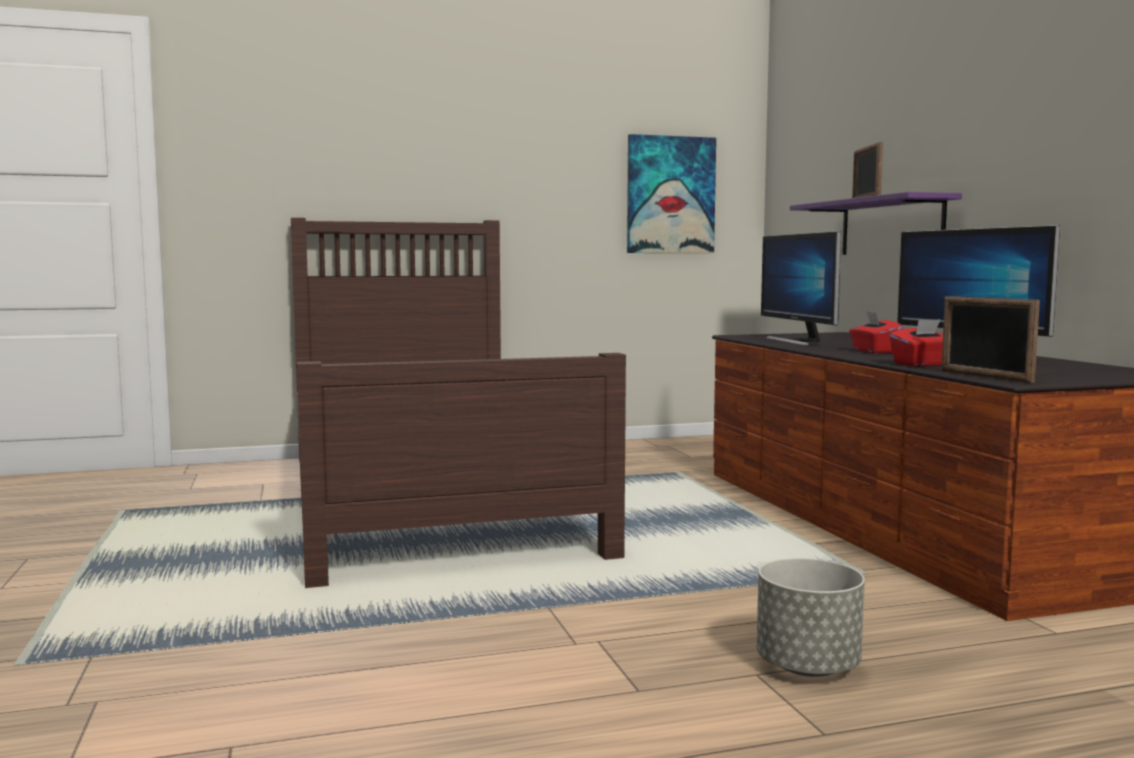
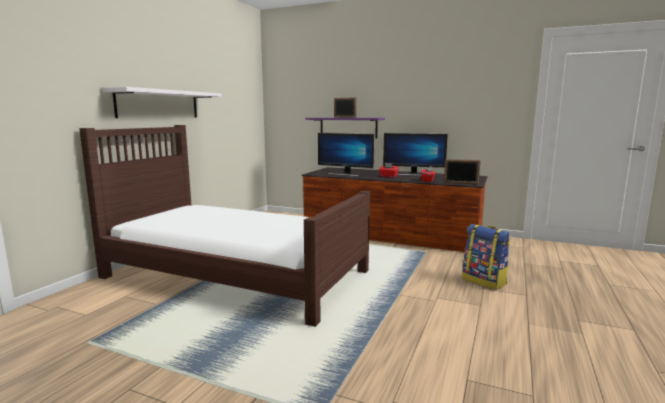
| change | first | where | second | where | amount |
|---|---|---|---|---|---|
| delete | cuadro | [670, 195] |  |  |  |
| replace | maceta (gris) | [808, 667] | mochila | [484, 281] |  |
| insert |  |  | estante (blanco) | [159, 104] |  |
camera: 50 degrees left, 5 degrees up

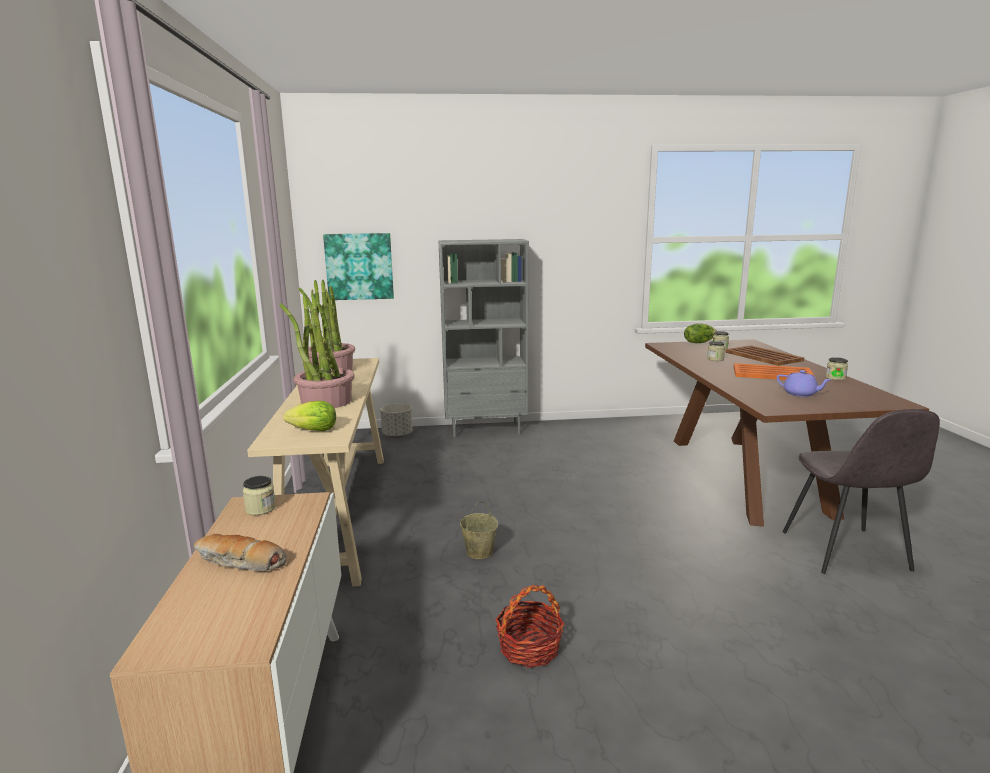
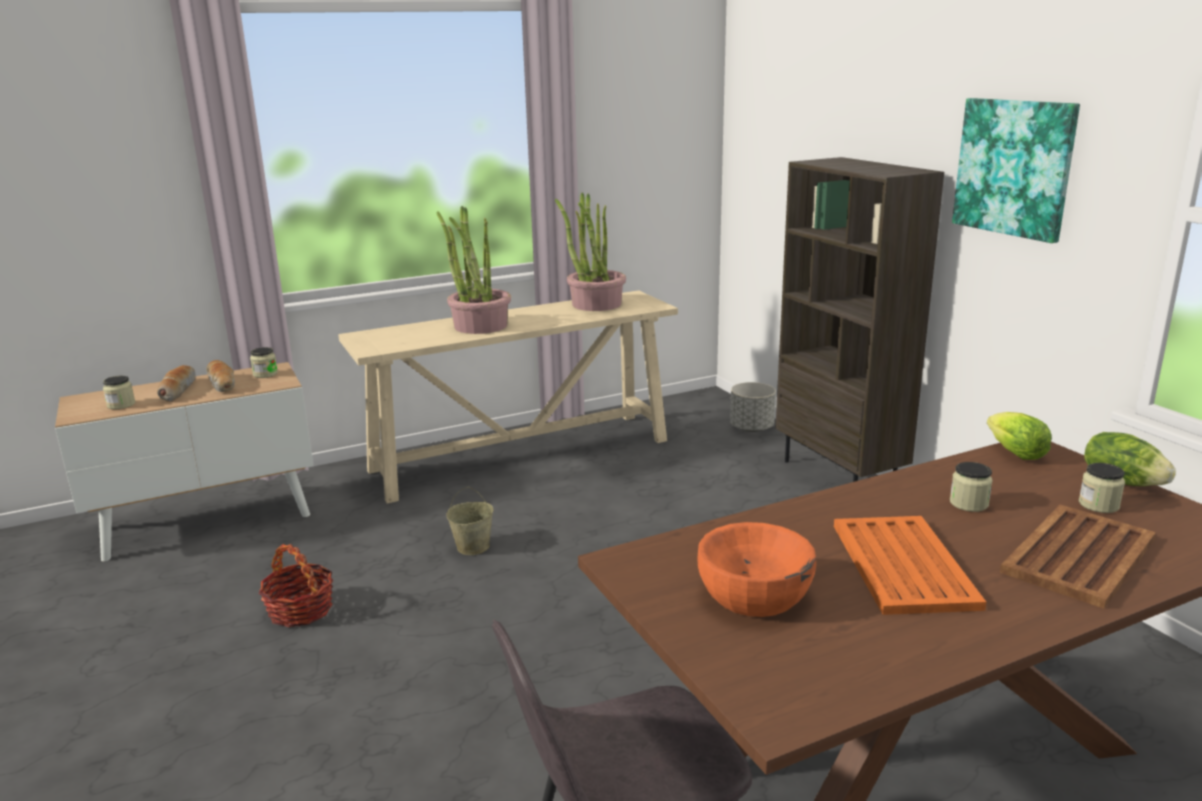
| change | first | where | second | where | amount |
|---|---|---|---|---|---|
| move | lechuga | [314, 431] |  | [1015, 454] |  |
| move | cuadro | [359, 266] |  | [1014, 167] |  |
| recolor | estantería (gris) | [486, 429] | estantería (marrón) | [840, 476] |  |
| replace | tetera (morado) | [800, 394] | cuenco (naranja) | [754, 593] |  |
| move | tarro | [835, 378] |  | [121, 405] |  |
| insert |  |  | pan | [223, 384] |  |
camera: 70 degrees right, 5 degrees up

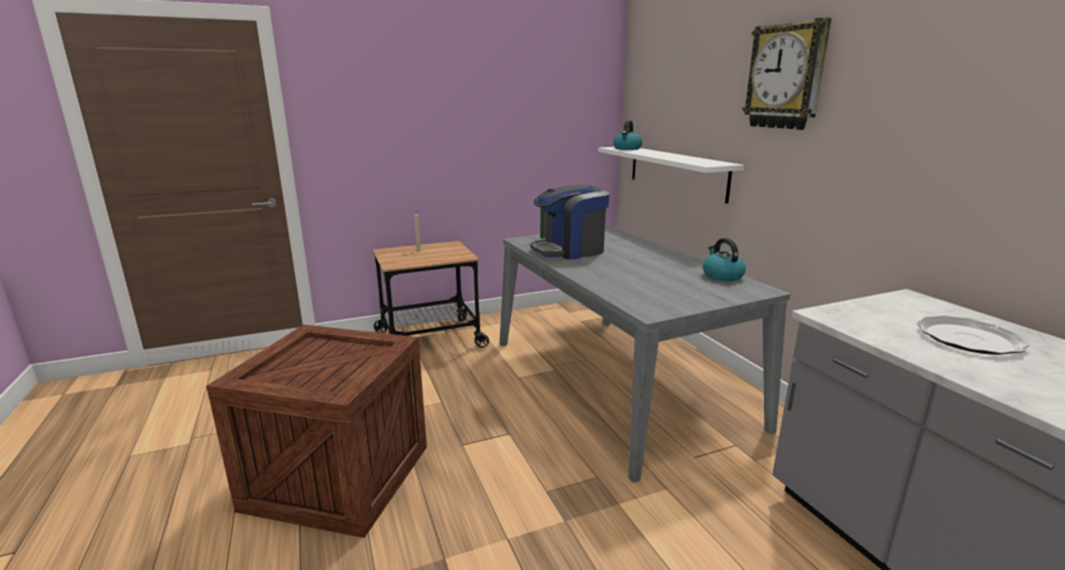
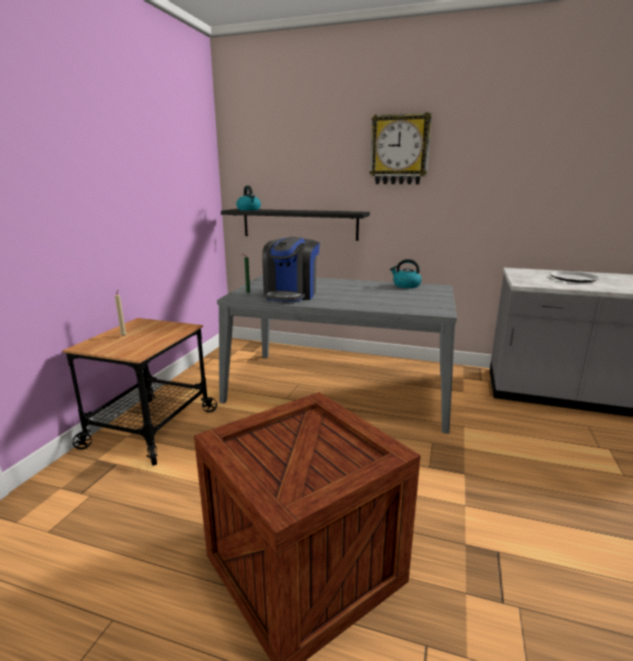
| change | first | where | second | where | amount |
|---|---|---|---|---|---|
| recolor | estante (blanco) | [676, 172] | estante (negro) | [299, 224] |  |
camera: 50 degrees left, 0 degrees up

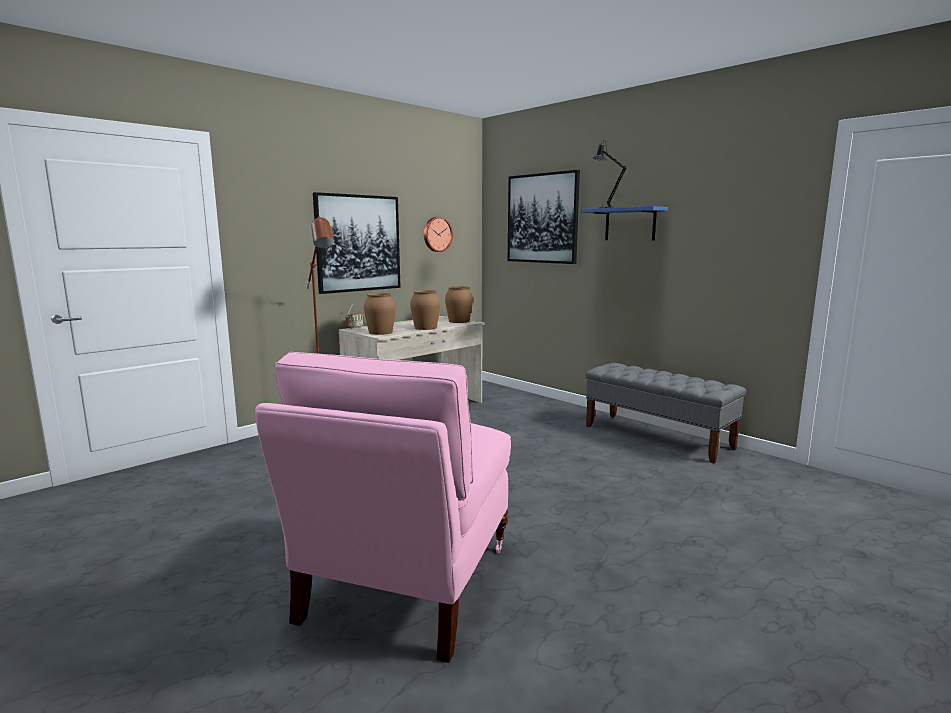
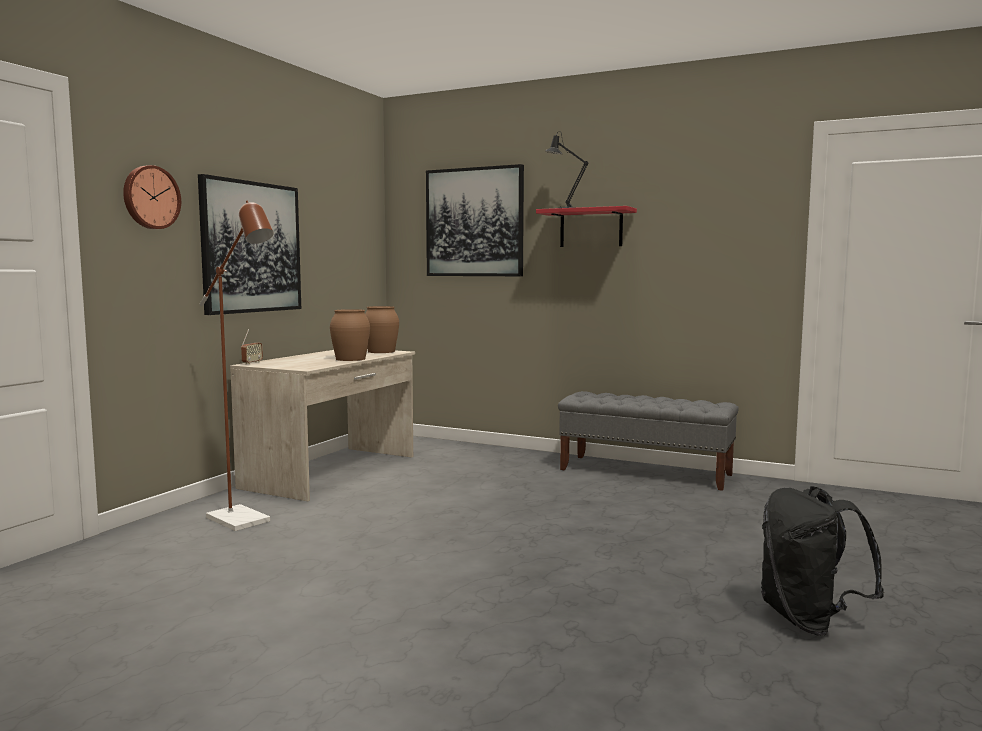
| change | first | where | second | where | amount |
|---|---|---|---|---|---|
| delete | silla (rosa) | [406, 584] |  |  |  |
| delete | florero (marrón) | [381, 332] |  |  |  |
| move | reloj de pared | [437, 234] |  | [150, 197] |  |
| recolor | estante (azul) | [630, 224] | estante (rojo) | [591, 228] |  |
| insert |  |  | mochila (negro) | [809, 621] |  |
camera: 20 degrees left, 5 degrees down

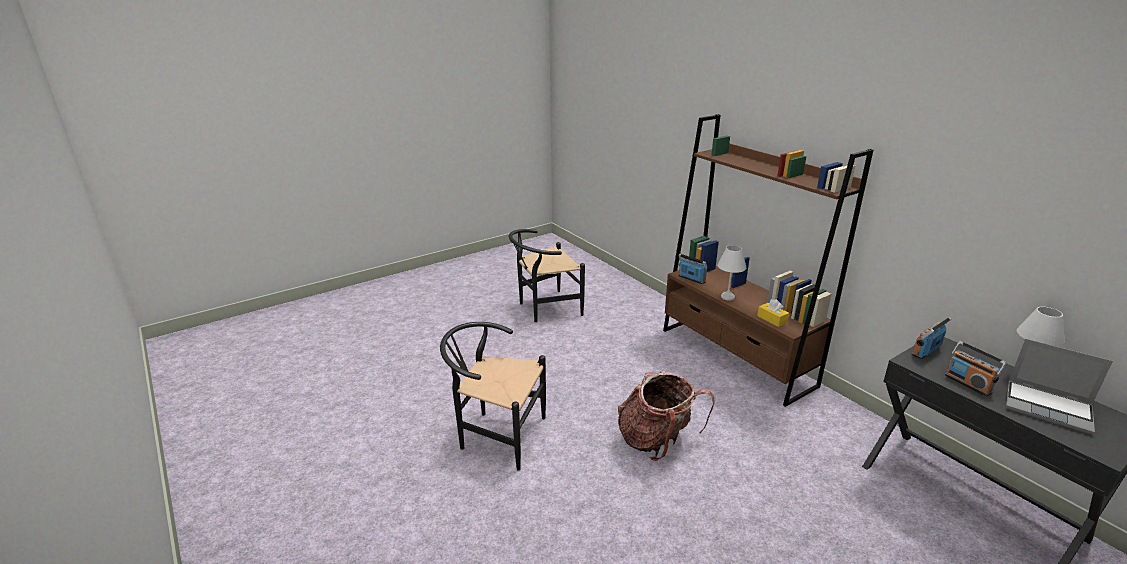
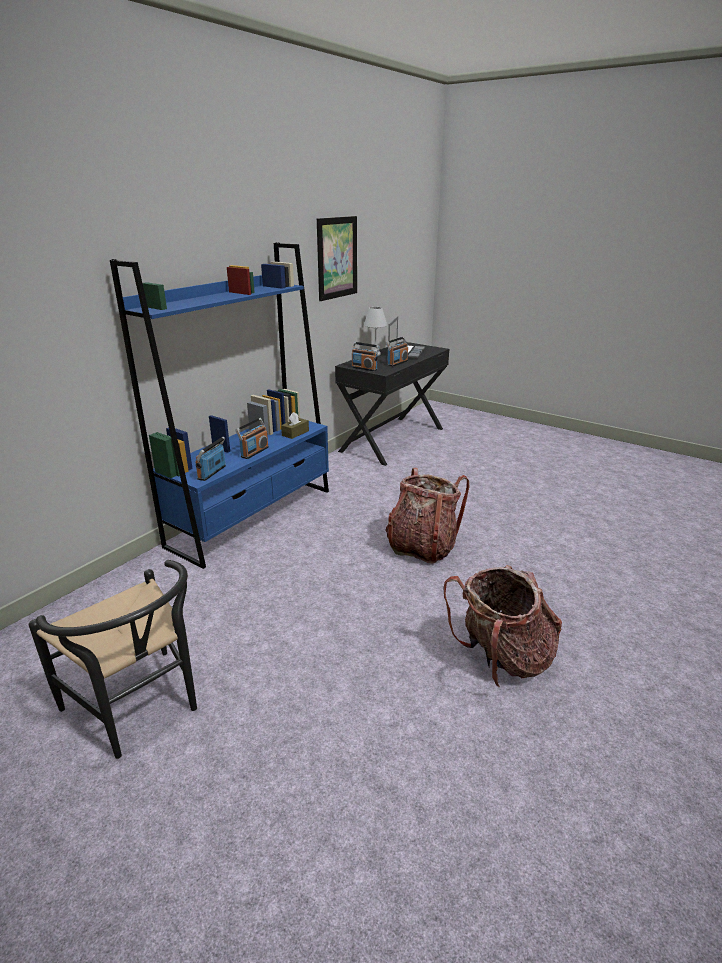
| change | first | where | second | where | amount |
|---|---|---|---|---|---|
| replace | silla (negro) | [495, 435] | mochila | [501, 659] |  |
| recolor | estantería (marrón) | [736, 357] | estantería (azul) | [253, 517] |  |
| replace | lámpara de mesa (blanco) | [728, 297] | radio | [254, 452] |  |
| recolor | caja de pañuelos (amarillo) | [772, 319] | caja de pañuelos (marrón) | [295, 433] |  |
| insert |  |  | cuadro | [337, 258] |  |
camera: 110 degrees left, 0 degrees up

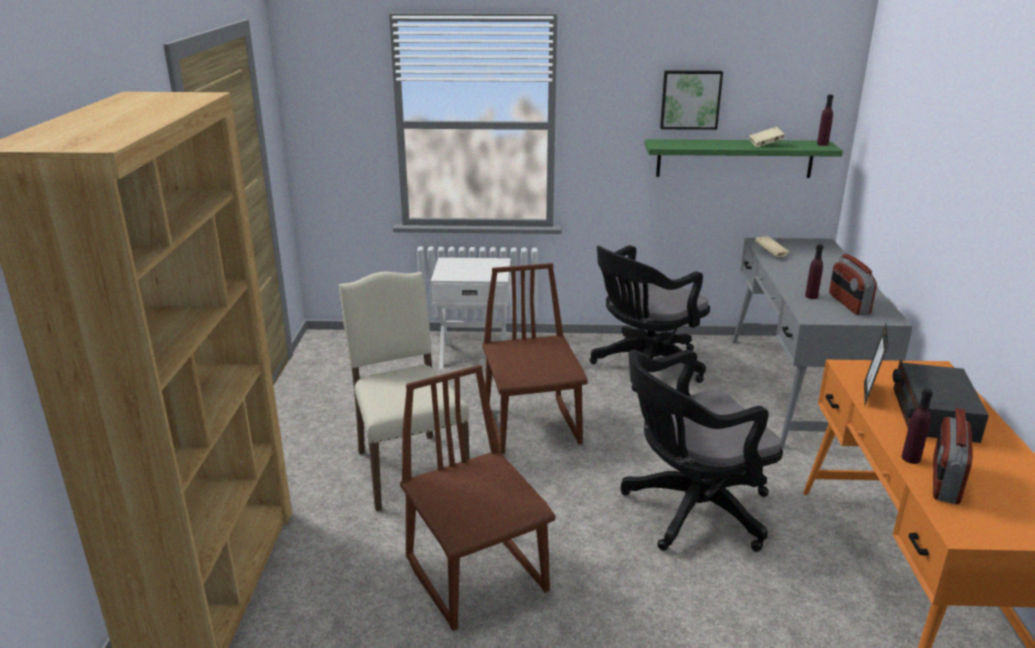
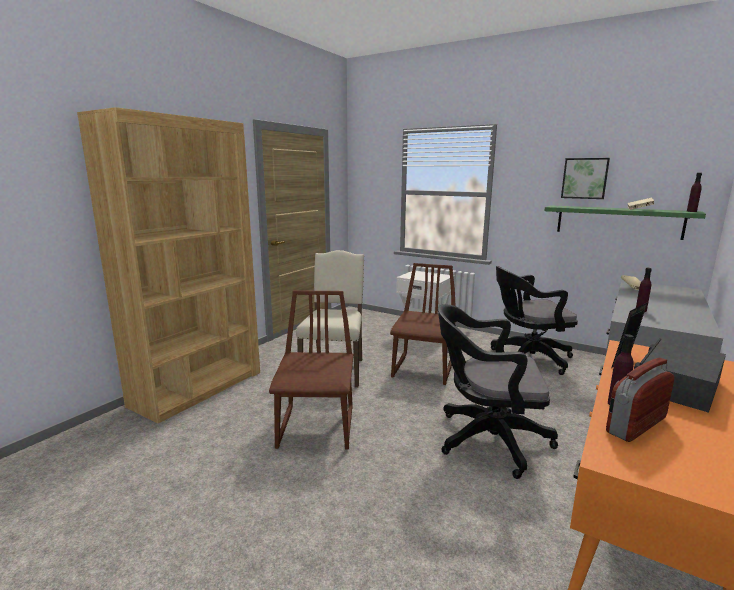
| change | first | where | second | where | amount |
|---|---|---|---|---|---|
| delete | radio | [848, 304] |  |  |  |
camera: 30 degrees right, 10 degrees down

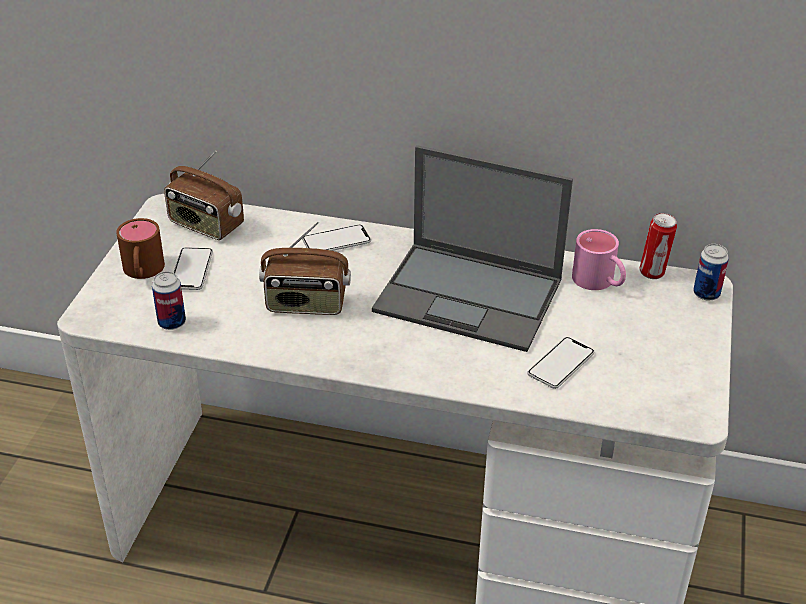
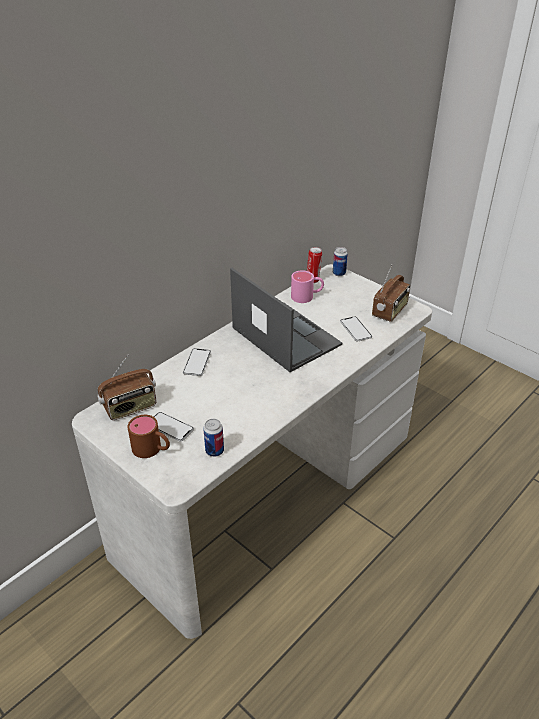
| change | first | where | second | where | amount |
|---|---|---|---|---|---|
| move | radio | [306, 304] |  | [390, 311] |  |
| rotate | portátil | [470, 296] |  | [284, 336] | 90 degrees counterclockwise |
camera: 60 degrees left, 0 degrees up

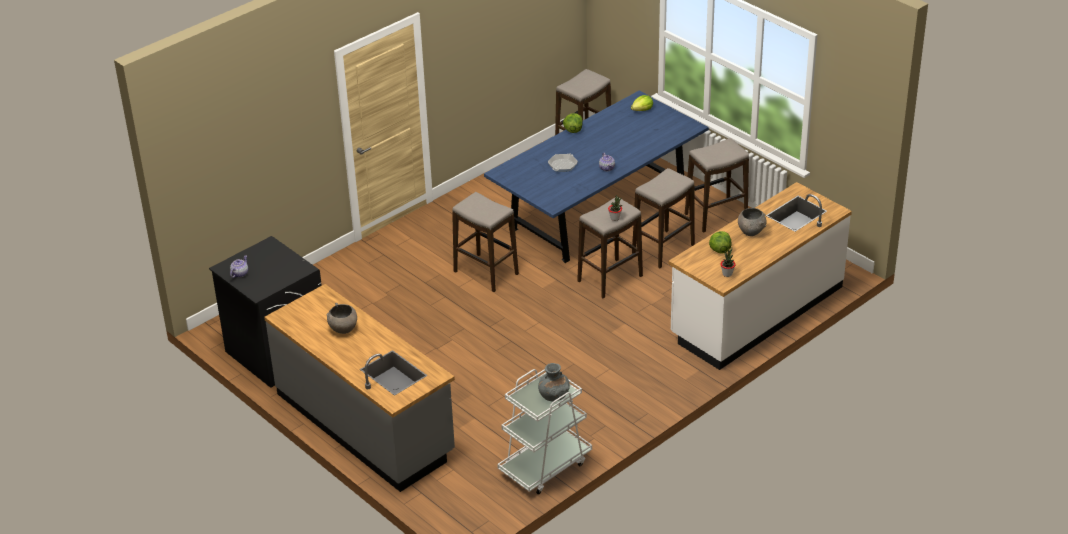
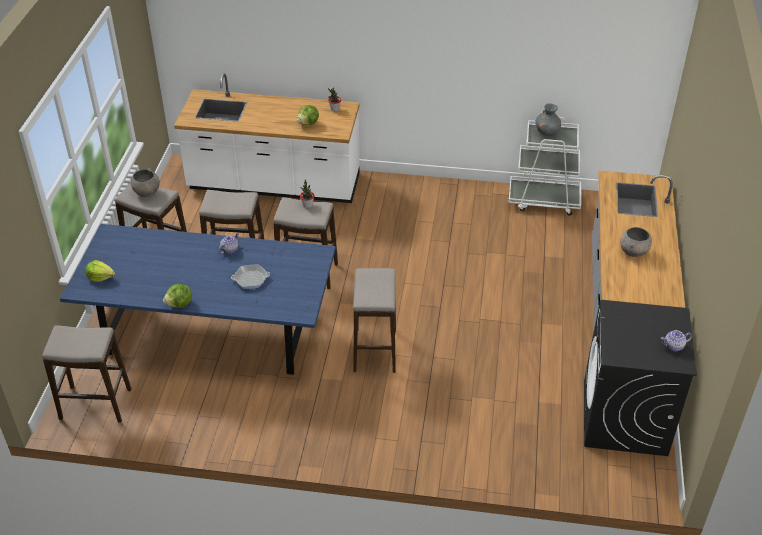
| change | first | where | second | where | amount |
|---|---|---|---|---|---|
| move | cuenco (gris) | [751, 231] |  | [147, 192] |  |
camera: 130 degrees left, 5 degrees up

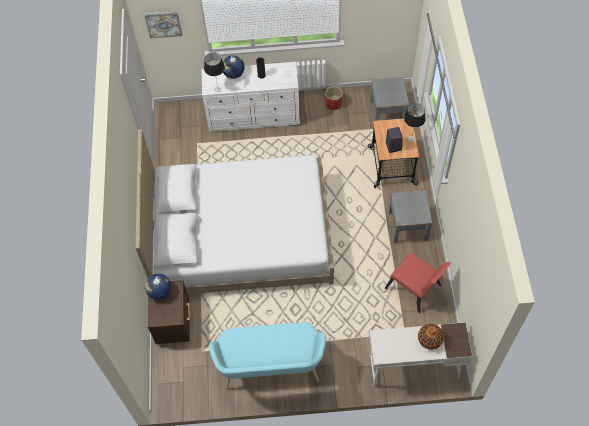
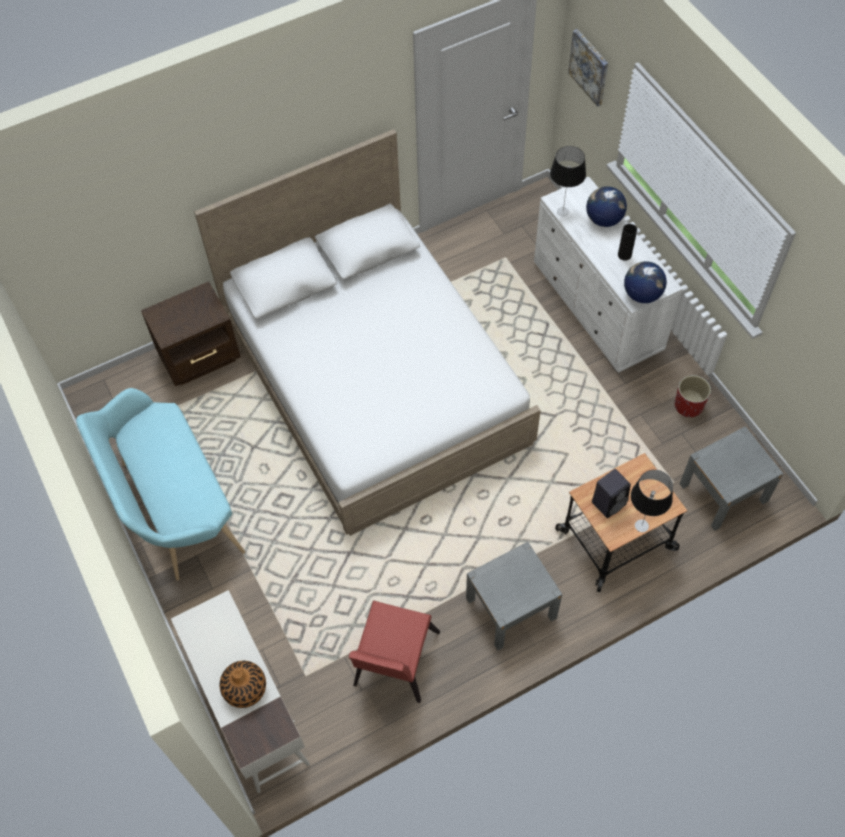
| change | first | where | second | where | amount |
|---|---|---|---|---|---|
| move | globo terráqueo | [160, 292] |  | [642, 294] |  |
camera: 65 degrees right, 0 degrees up

